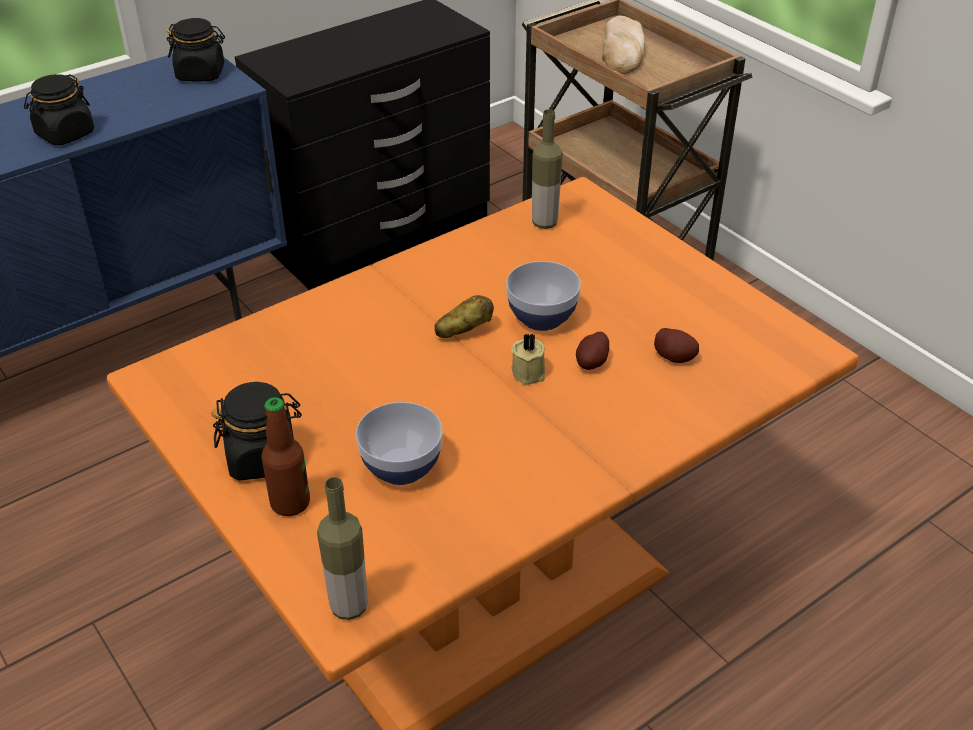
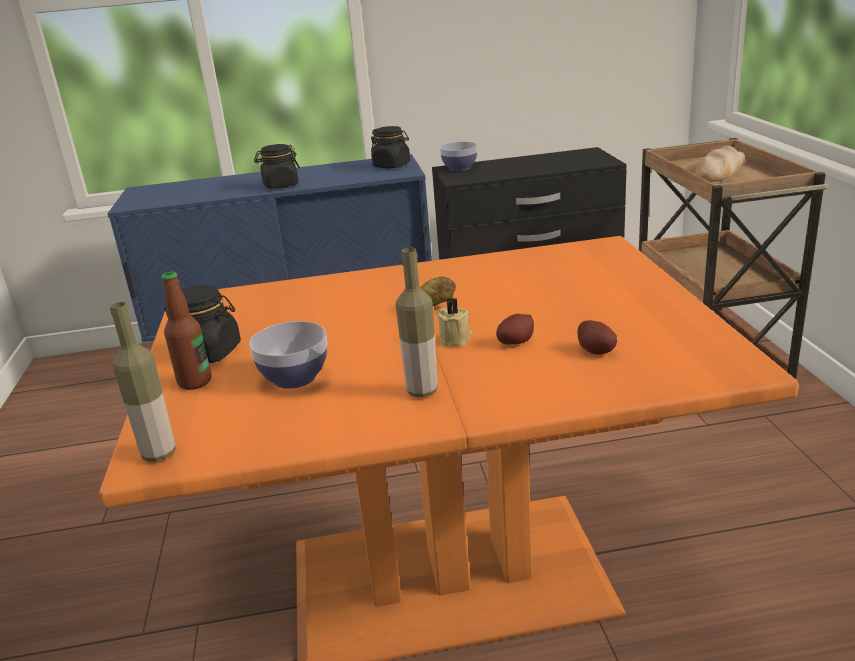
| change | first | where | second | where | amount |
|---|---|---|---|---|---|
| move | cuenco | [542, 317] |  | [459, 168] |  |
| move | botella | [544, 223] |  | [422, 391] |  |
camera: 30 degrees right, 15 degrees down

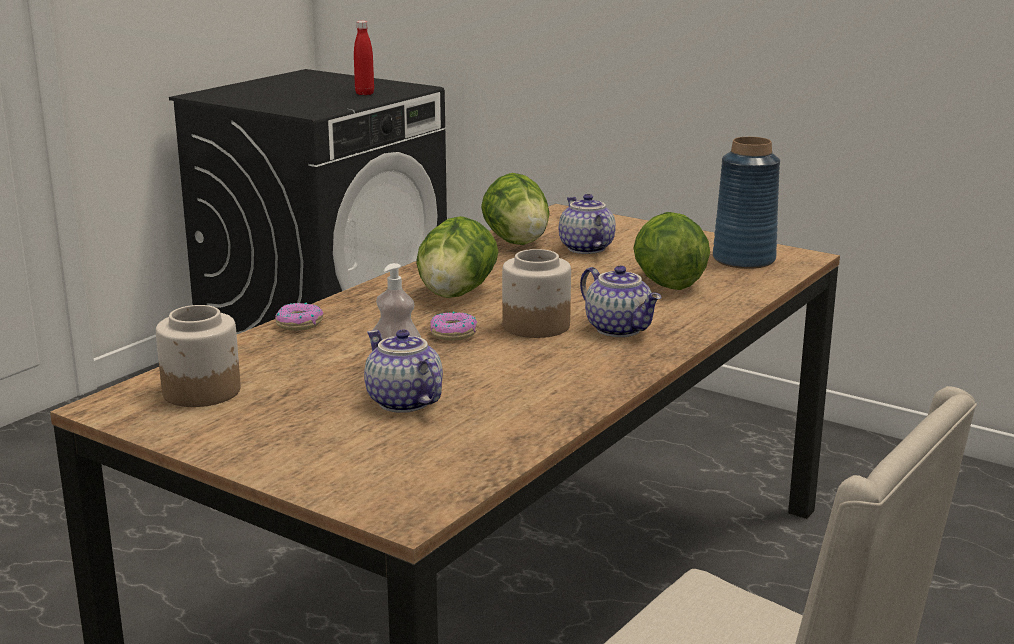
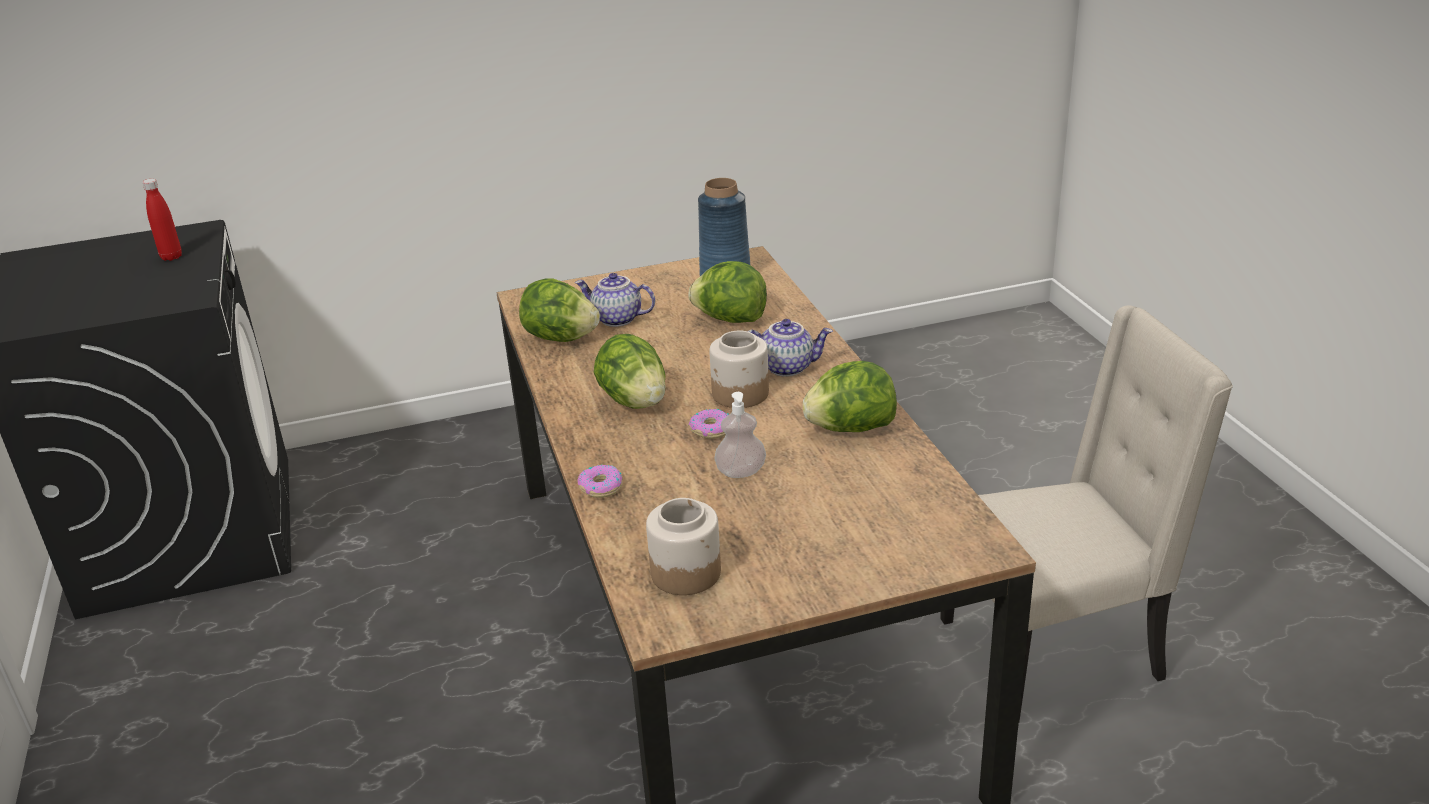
| change | first | where | second | where | amount |
|---|---|---|---|---|---|
| delete | tetera | [402, 402] |  |  |  |
| insert |  |  | lechuga | [850, 428] |  |
camera: 50 degrees left, 10 degrees up

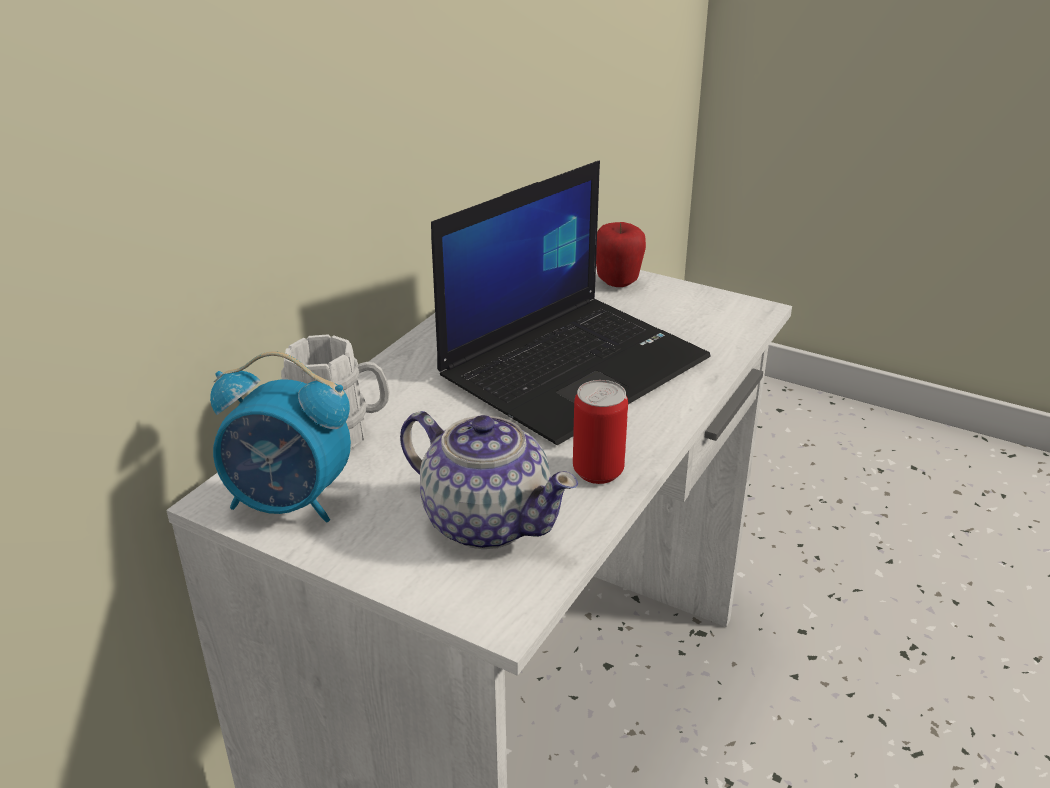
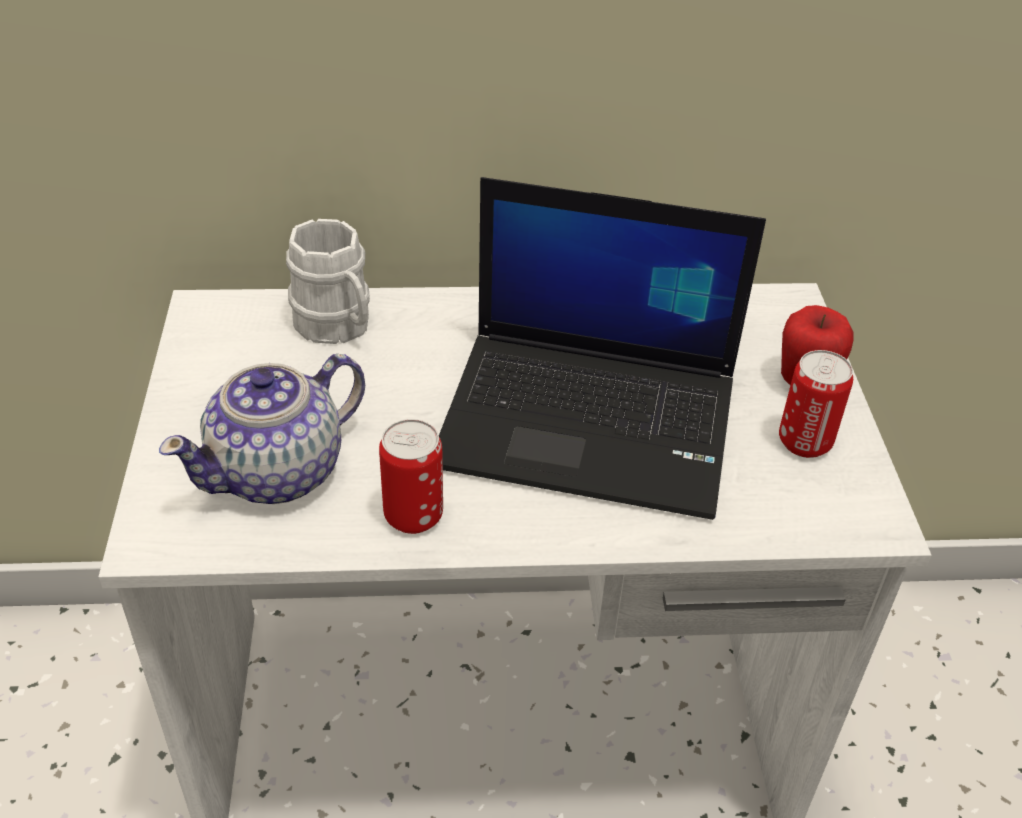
| change | first | where | second | where | amount |
|---|---|---|---|---|---|
| delete | despertador | [290, 503] |  |  |  |
| rotate | tetera | [486, 520] |  | [279, 471] | 45 degrees clockwise |
| insert |  |  | lata | [804, 442] |  |
camera: 55 degrees right, 10 degrees up

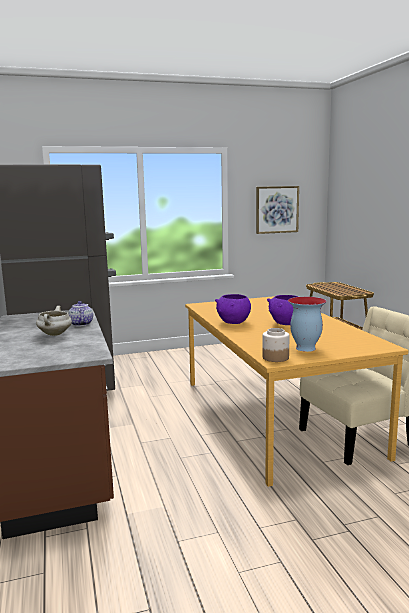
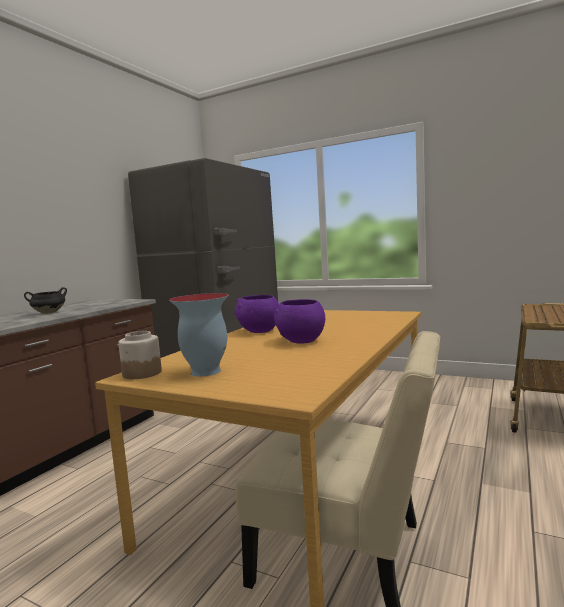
| change | first | where | second | where | amount |
|---|---|---|---|---|---|
| recolor | olla (blanco) | [55, 334] | olla (negro) | [48, 313] |  |
| delete | tetera | [81, 324] |  |  |  |
| delete | cuadro | [277, 209] |  |  |  |
camera: 45 degrees right, 5 degrees down

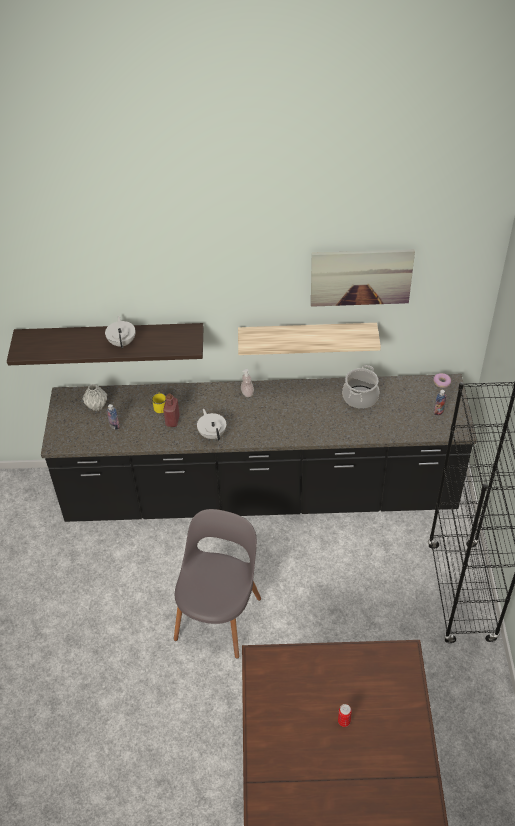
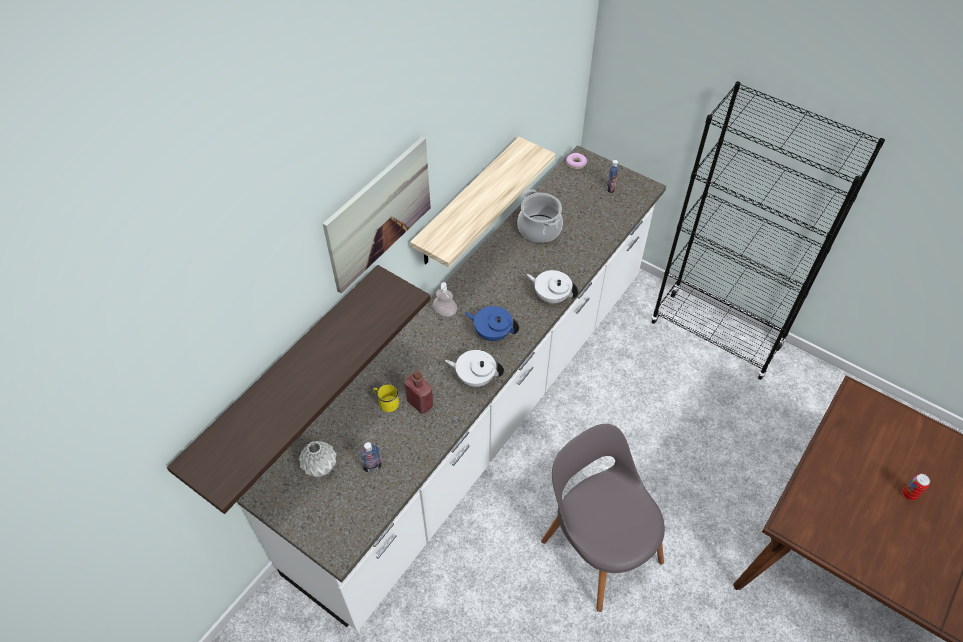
| change | first | where | second | where | amount |
|---|---|---|---|---|---|
| recolor | mueble bajo de cocina (negro) | [260, 495] | mueble bajo de cocina (blanco) | [481, 414] |  |
| move | tetera (blanco) | [122, 342] |  | [551, 296] |  |
| move | cuadro | [361, 277] |  | [379, 214] |  |
| insert |  |  | tetera (azul) | [492, 333] |  |
camera: 55 degrees left, 5 degrees up

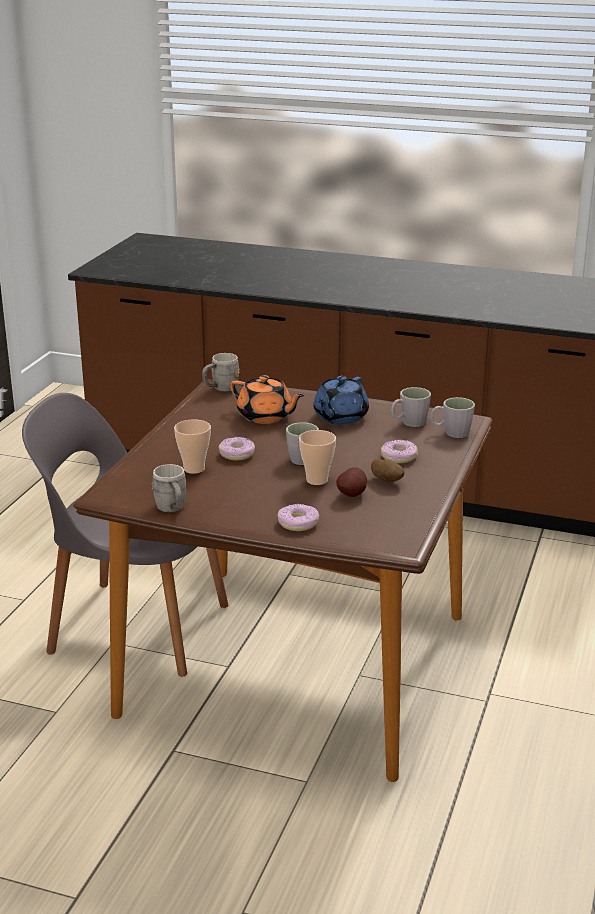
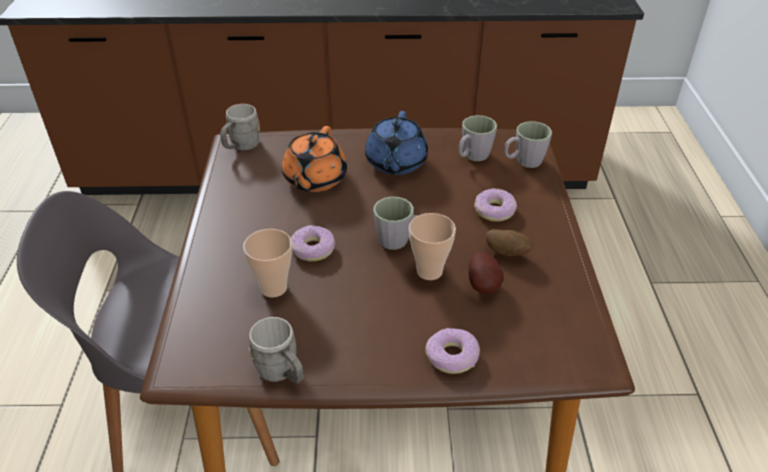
| change | first | where | second | where | amount |
|---|---|---|---|---|---|
| rotate | tetera (naranja) | [265, 417] |  | [314, 179] | 90 degrees clockwise |
camera: 20 degrees left, 15 degrees up

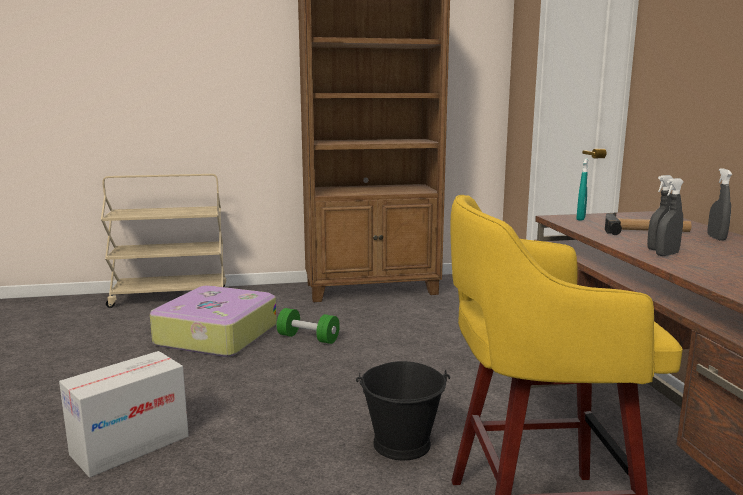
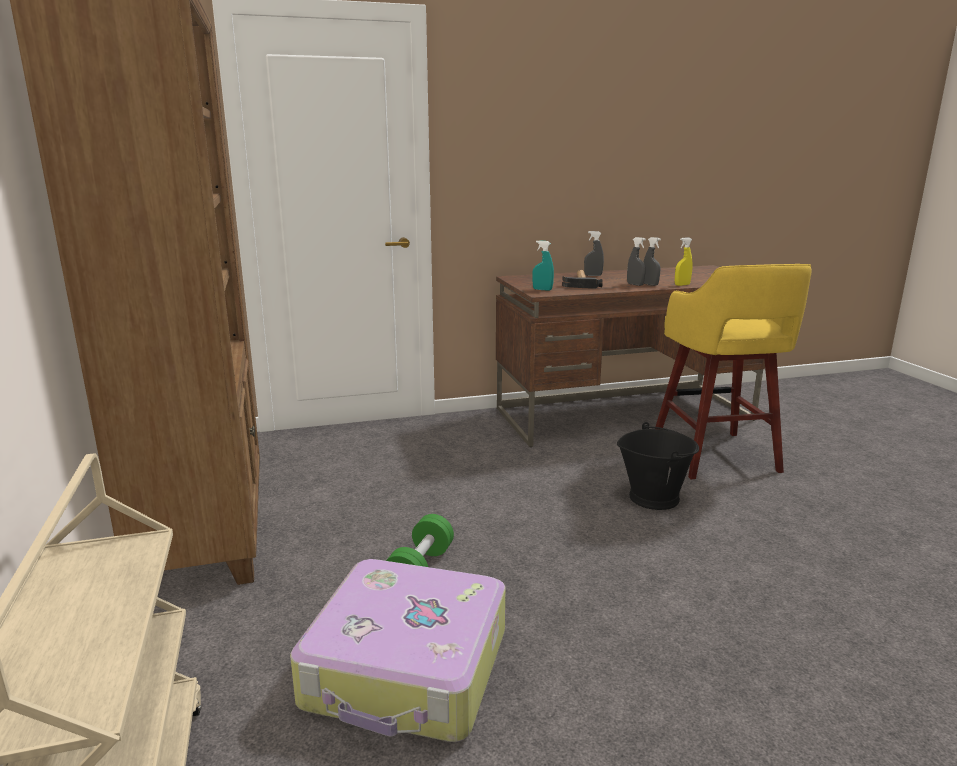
| change | first | where | second | where | amount |
|---|---|---|---|---|---|
| delete | caja de cartón | [130, 445] |  |  |  |
| insert |  |  | pulverizador (amarillo) | [682, 285] |  |
camera: 95 degrees left, 5 degrees up

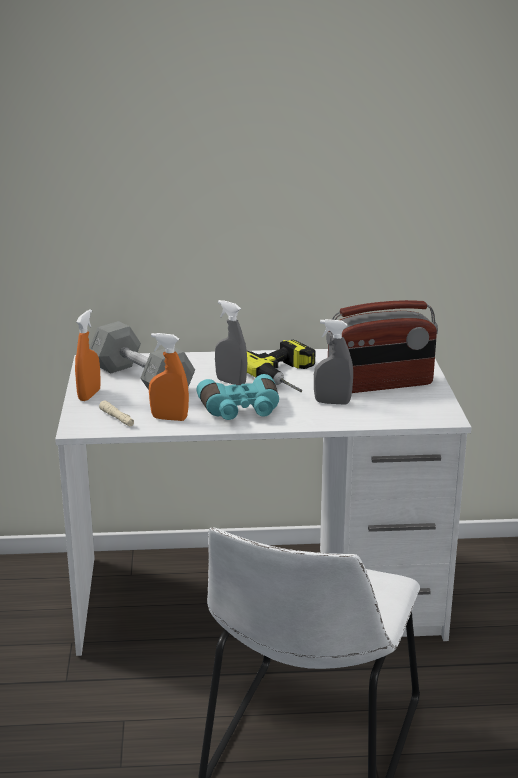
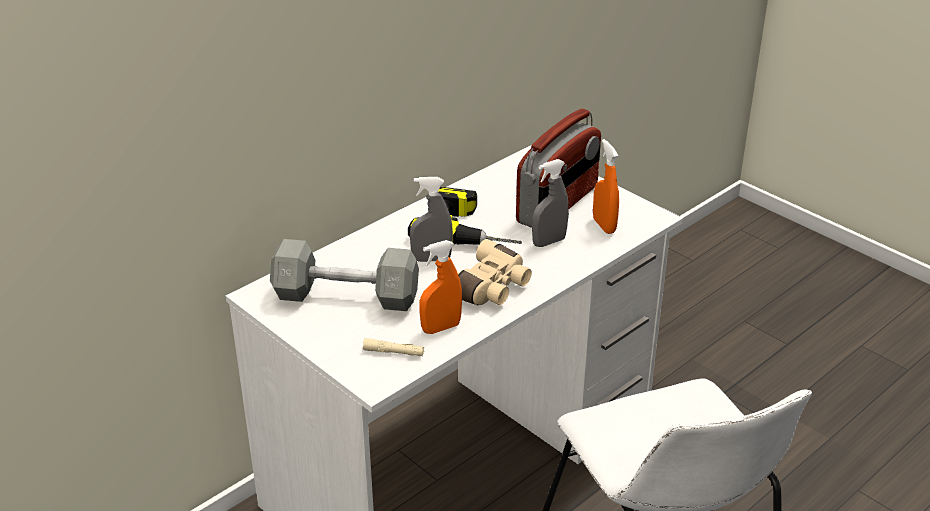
| change | first | where | second | where | amount |
|---|---|---|---|---|---|
| move | pulverizador (naranja) | [89, 395] |  | [604, 225] |  |
| recolor | prismáticos (turquesa) | [241, 411] | prismáticos (beis) | [489, 288] |  |
camera: 40 degrees left, 10 degrees up

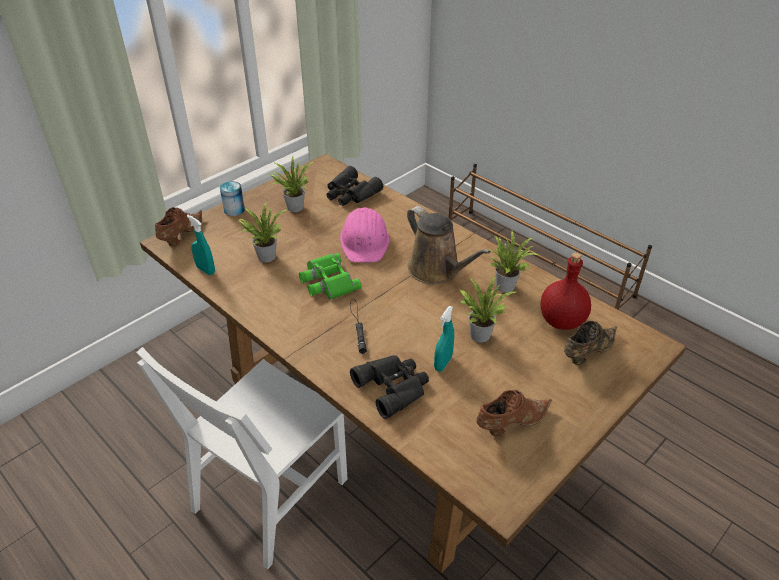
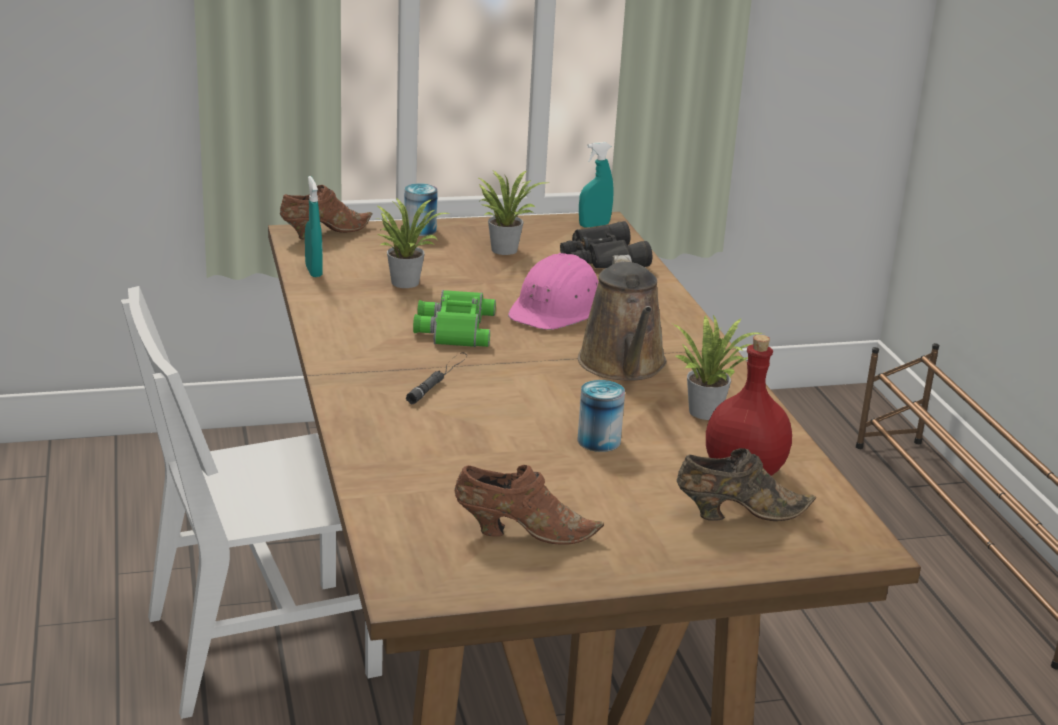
| change | first | where | second | where | amount |
|---|---|---|---|---|---|
| delete | prismáticos (negro) | [394, 387] |  |  |  |
| move | pulverizador (turquesa) | [443, 363] |  | [594, 225] |  |
| replace | planta en maceta | [479, 333] | lata | [599, 441] |  |
camera: 30 degrees right, 15 degrees down

